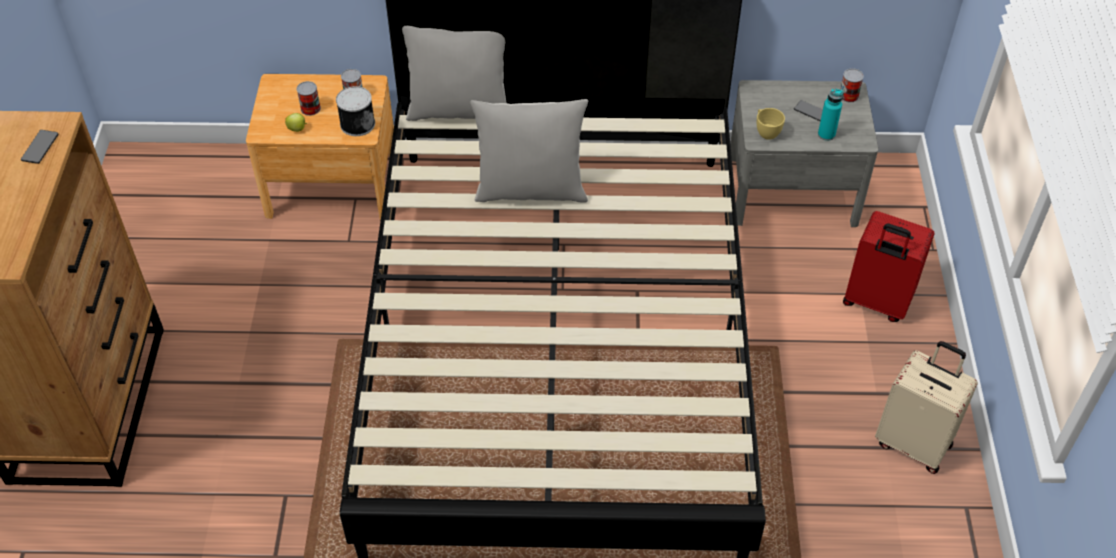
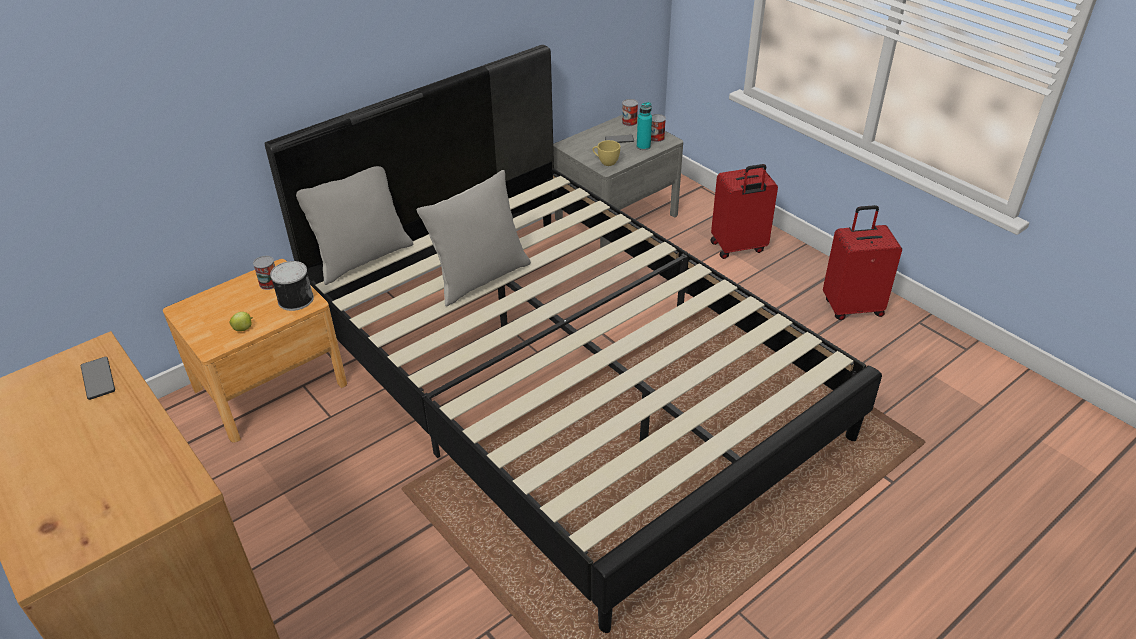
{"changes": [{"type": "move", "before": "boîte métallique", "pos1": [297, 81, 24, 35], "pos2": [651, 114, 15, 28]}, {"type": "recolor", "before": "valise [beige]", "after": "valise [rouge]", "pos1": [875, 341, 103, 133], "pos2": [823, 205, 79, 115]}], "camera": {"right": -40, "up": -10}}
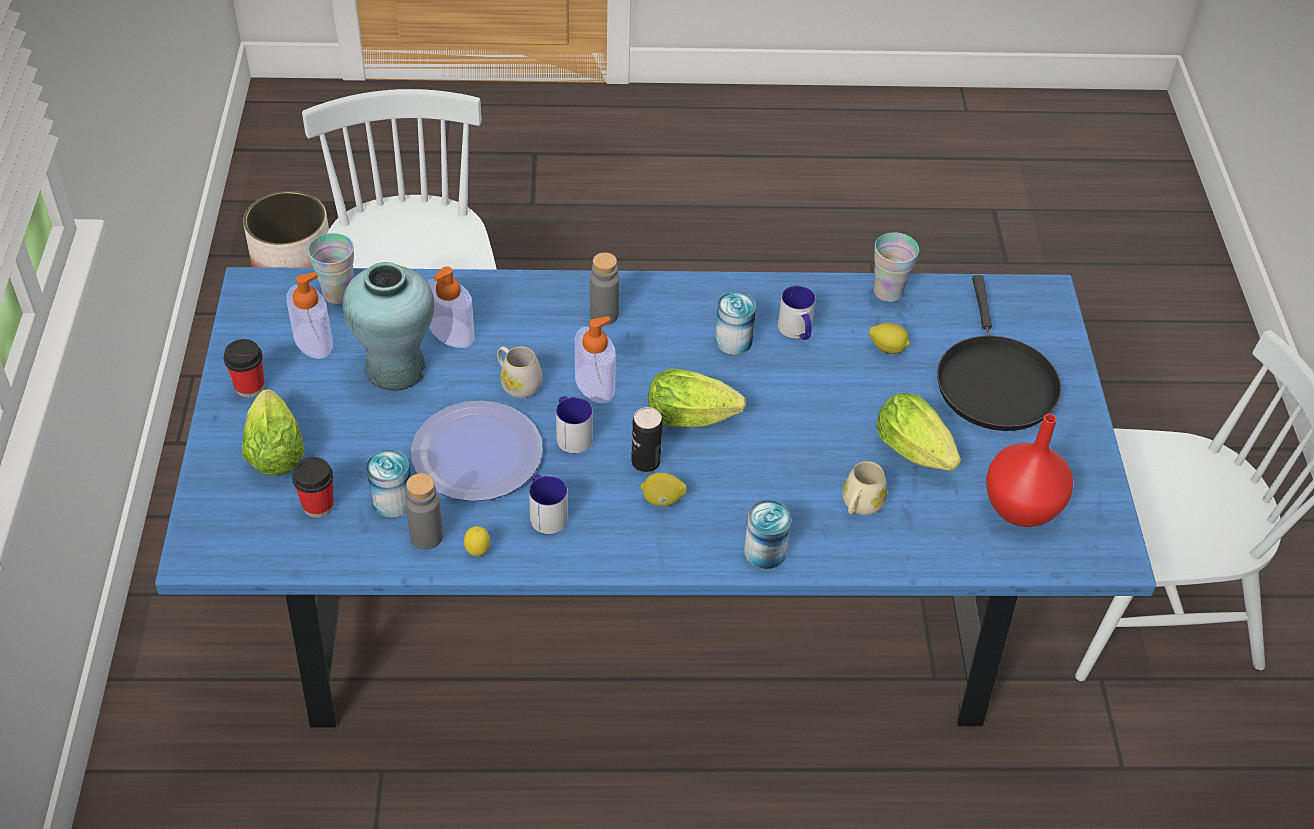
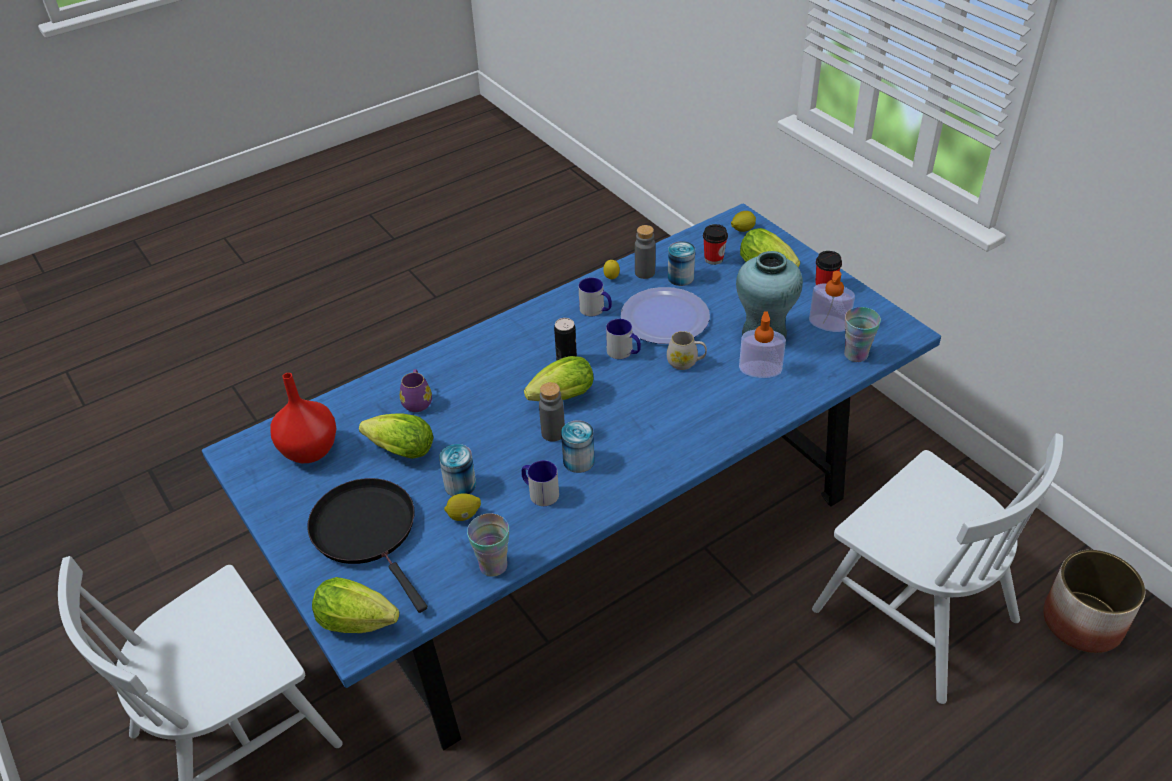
{"changes": [{"type": "move", "before": "bouteille [gris]", "pos1": [590, 252, 29, 73], "pos2": [539, 382, 26, 60]}, {"type": "delete", "before": "distributeur de savon", "pos1": [575, 317, 41, 86]}, {"type": "recolor", "before": "mug [beige]", "after": "mug [violet]", "pos1": [842, 461, 45, 54], "pos2": [400, 369, 32, 43]}, {"type": "move", "before": "citron", "pos1": [640, 473, 47, 33], "pos2": [731, 211, 25, 21]}, {"type": "move", "before": "boîte métallique", "pos1": [744, 500, 47, 69], "pos2": [439, 444, 37, 52]}, {"type": "insert", "after": "laitue", "pos2": [312, 577, 87, 56]}], "camera": {"right": 150, "up": -5}}
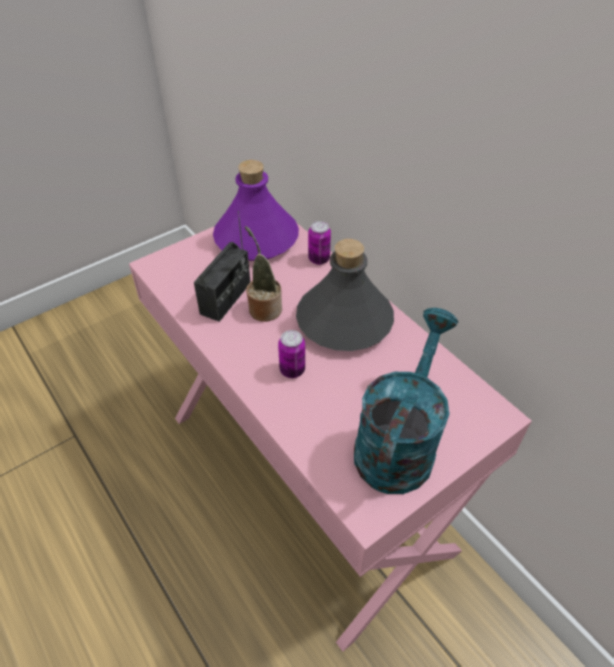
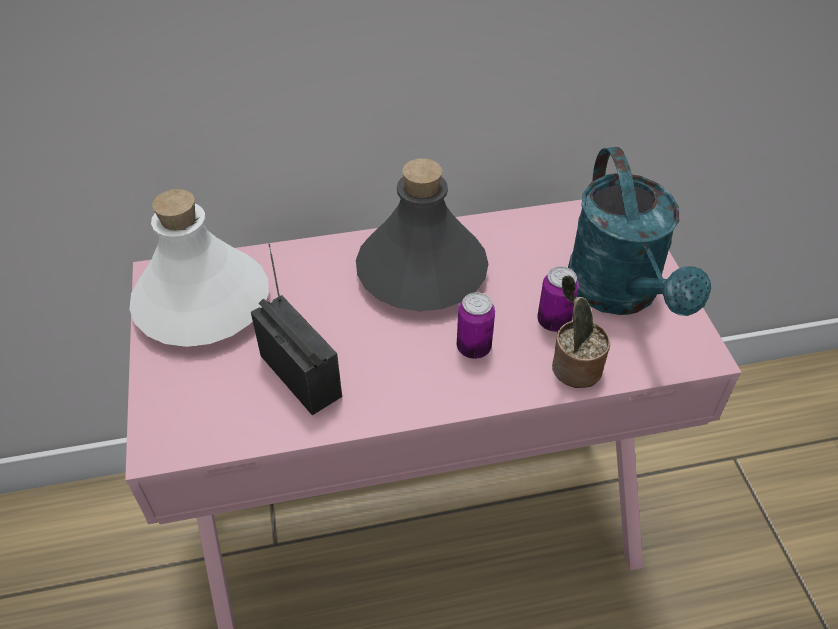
{"changes": [{"type": "recolor", "before": "bouteille [violet]", "after": "bouteille [blanc]", "pos1": [213, 160, 86, 101], "pos2": [129, 189, 140, 158]}, {"type": "move", "before": "boîte métallique", "pos1": [308, 221, 23, 44], "pos2": [537, 266, 42, 66]}, {"type": "move", "before": "plante en pot", "pos1": [245, 226, 37, 96], "pos2": [552, 275, 58, 113]}, {"type": "rotate", "before": "arrosoir [turquoise]", "pos1": [354, 308, 104, 186], "pos2": [568, 147, 143, 169], "turn": -150}], "camera": {"right": -65, "up": 0}}
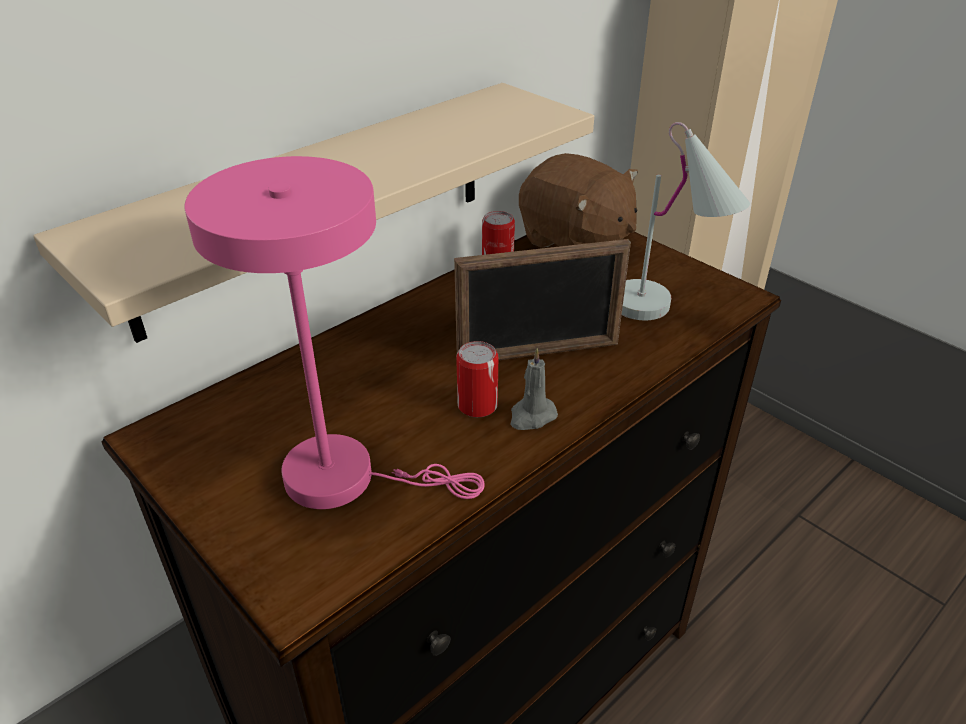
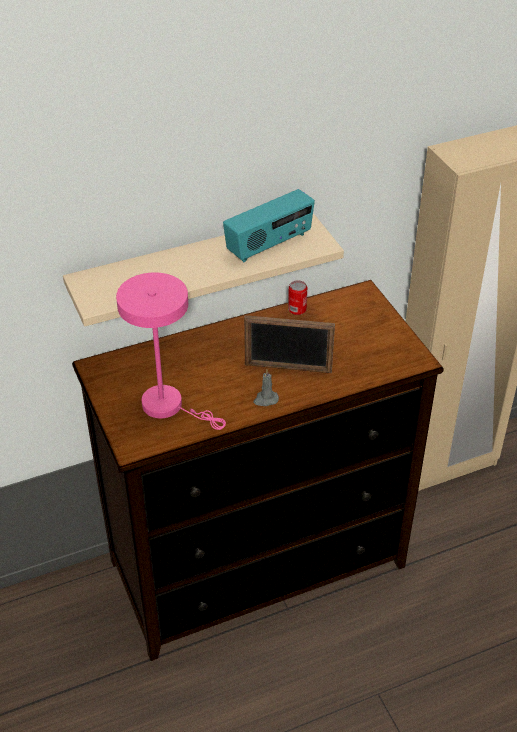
{"changes": [{"type": "delete", "before": "lampe de table [blanc]", "pos1": [622, 122, 128, 198]}, {"type": "delete", "before": "peluche [marron]", "pos1": [519, 153, 119, 94]}, {"type": "delete", "before": "boîte métallique", "pos1": [456, 341, 42, 77]}, {"type": "insert", "after": "radio", "pos2": [223, 189, 92, 73]}], "camera": {"right": 20, "up": 5}}
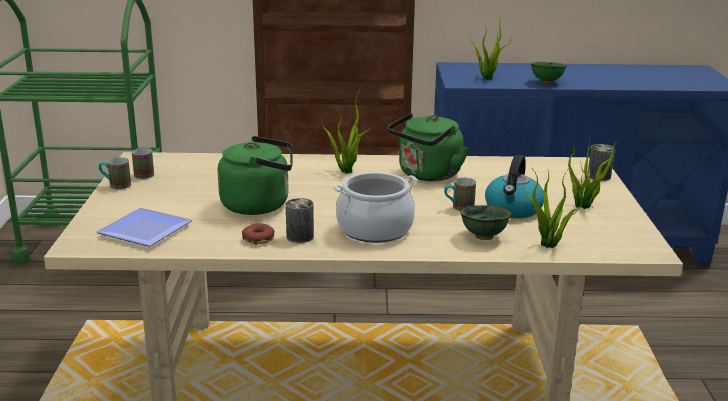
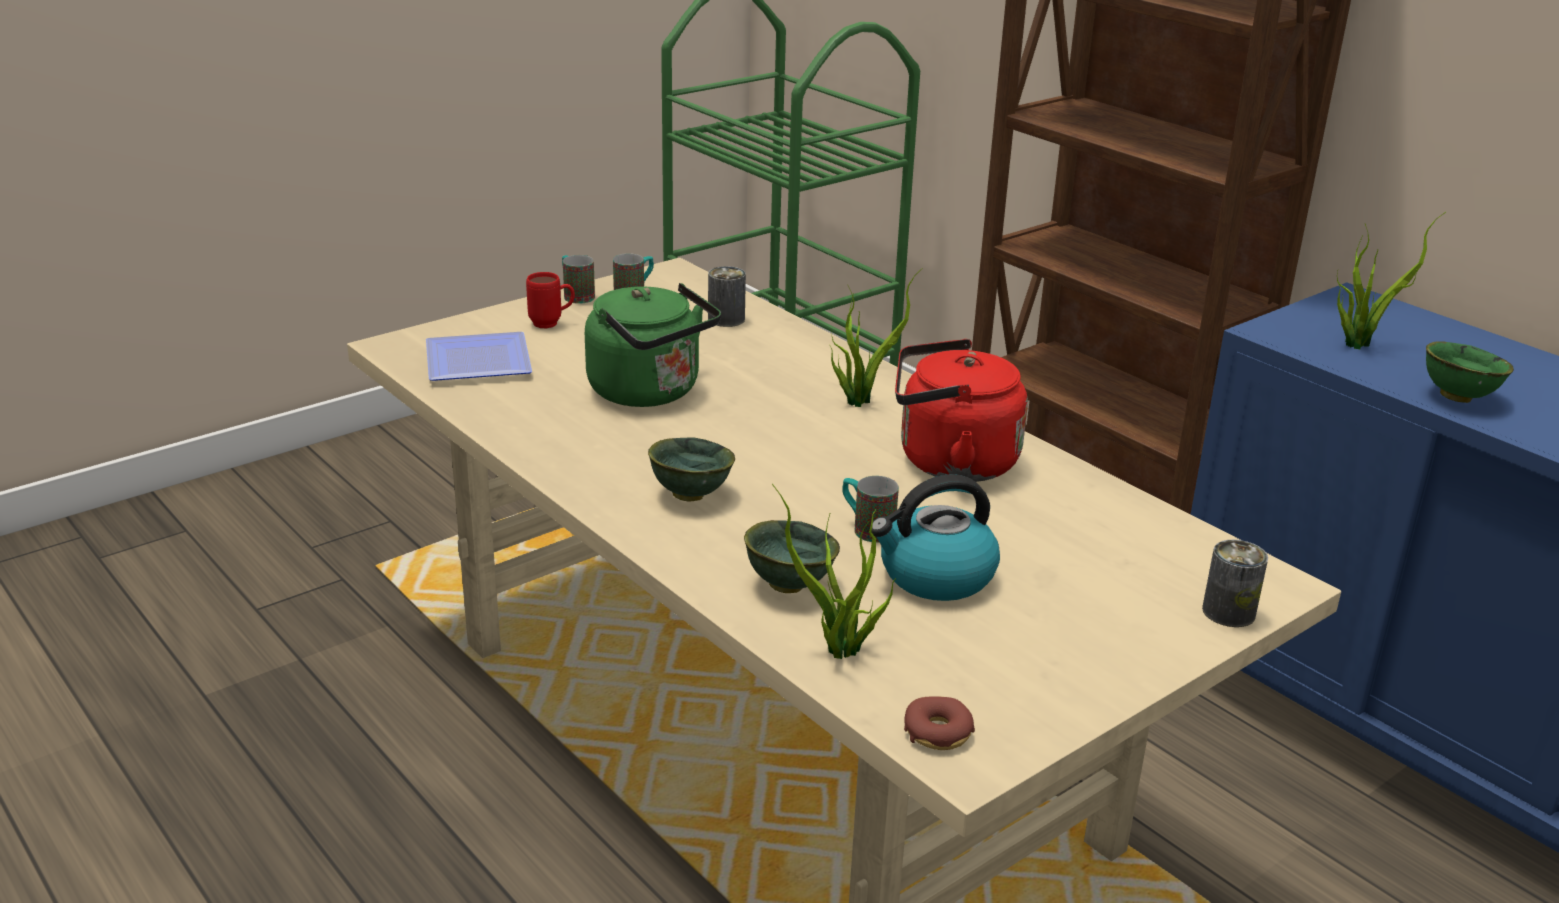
{"changes": [{"type": "recolor", "before": "bouilloire [vert]", "after": "bouilloire [rouge]", "pos1": [388, 113, 80, 68], "pos2": [895, 339, 133, 143]}, {"type": "delete", "before": "plante en pot", "pos1": [568, 138, 52, 71]}, {"type": "replace", "before": "marmite", "after": "bol [vert]", "pos1": [333, 172, 85, 71], "pos2": [648, 437, 87, 65]}, {"type": "move", "before": "boîte métallique", "pos1": [286, 198, 28, 45], "pos2": [708, 266, 38, 61]}, {"type": "move", "before": "beignet", "pos1": [242, 223, 33, 22], "pos2": [904, 696, 71, 54]}, {"type": "insert", "after": "mug [rouge]", "pos2": [526, 272, 49, 56]}], "camera": {"right": 50, "up": 5}}
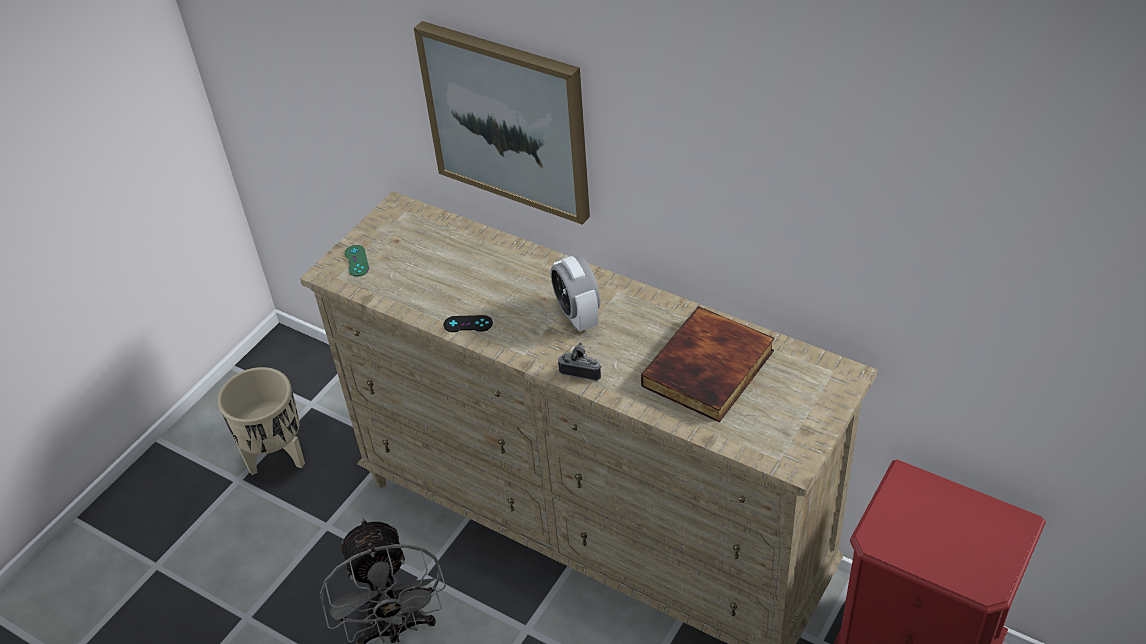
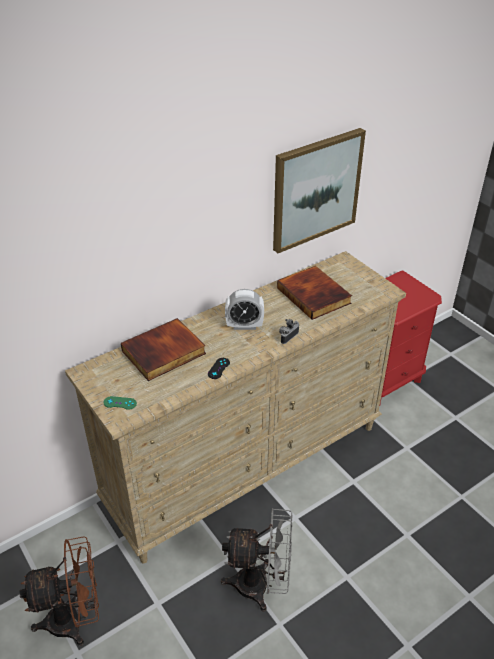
{"changes": [{"type": "move", "before": "tableau", "pos1": [414, 21, 176, 204], "pos2": [273, 128, 93, 125]}, {"type": "replace", "before": "cache-pot [beige]", "after": "ventilateur [marron]", "pos1": [218, 367, 87, 108], "pos2": [20, 536, 79, 110]}, {"type": "insert", "after": "livre", "pos2": [121, 318, 85, 63]}], "camera": {"right": -70, "up": -5}}
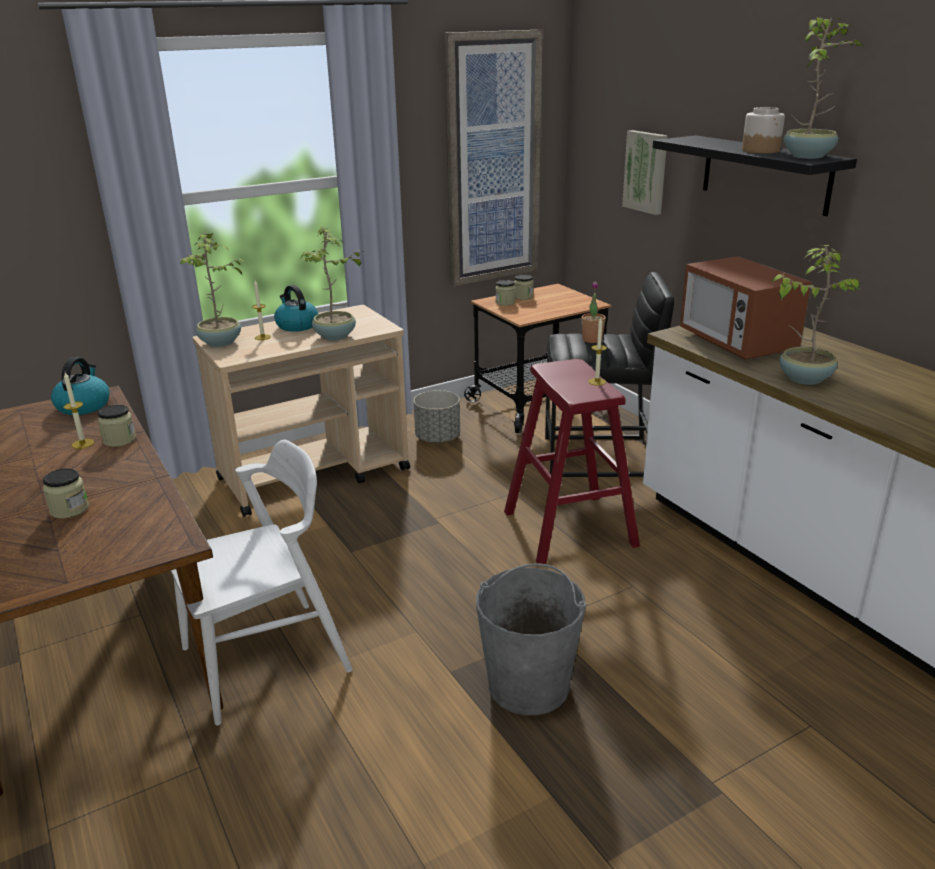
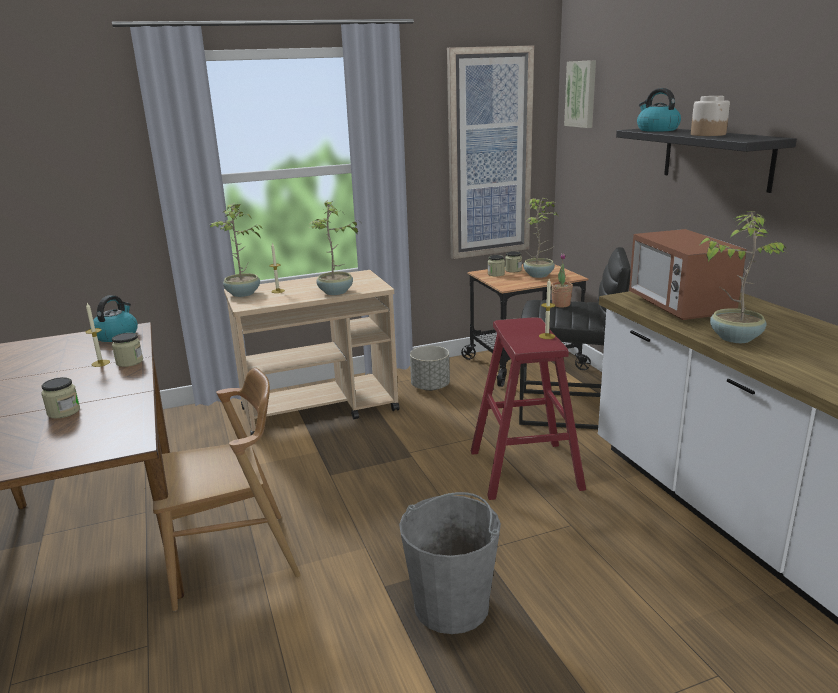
{"changes": [{"type": "move", "before": "plante en pot", "pos1": [784, 17, 80, 142], "pos2": [523, 198, 35, 80]}, {"type": "move", "before": "tableau", "pos1": [622, 130, 46, 85], "pos2": [564, 60, 32, 68]}, {"type": "move", "before": "bouilloire", "pos1": [274, 285, 44, 47], "pos2": [637, 88, 44, 44]}, {"type": "recolor", "before": "chaise [blanc]", "after": "chaise [marron]", "pos1": [171, 440, 181, 286], "pos2": [153, 368, 147, 243]}], "camera": {"right": 10, "up": -5}}
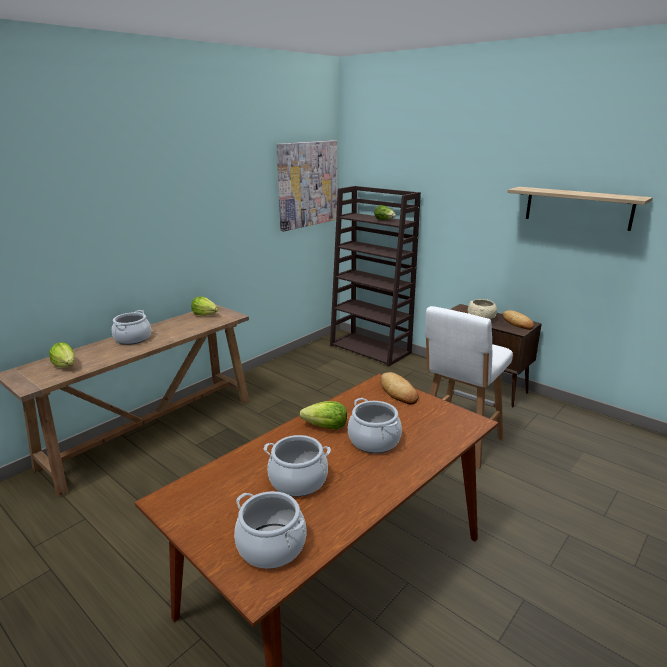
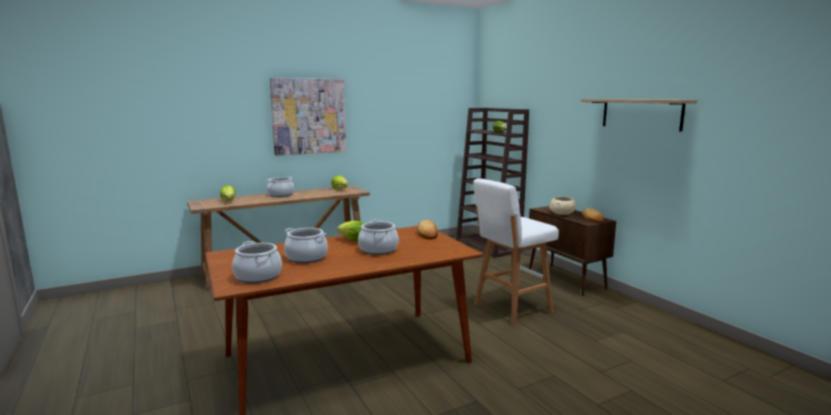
{"changes": [{"type": "move", "before": "tableau", "pos1": [276, 140, 61, 91], "pos2": [270, 78, 76, 78]}], "camera": {"right": 20, "up": -10}}
